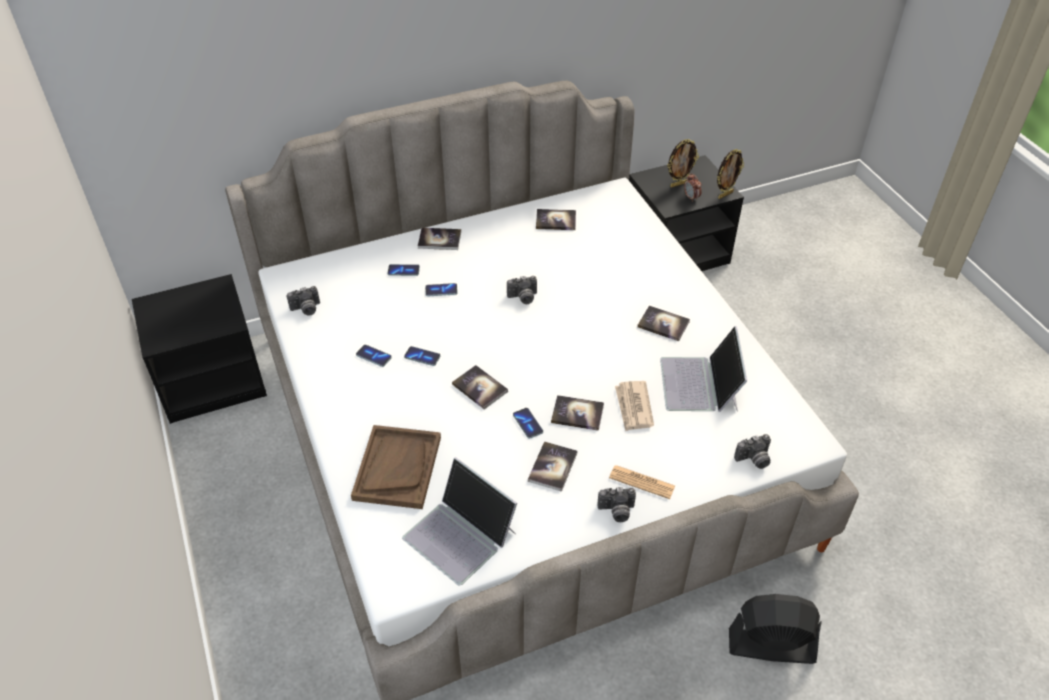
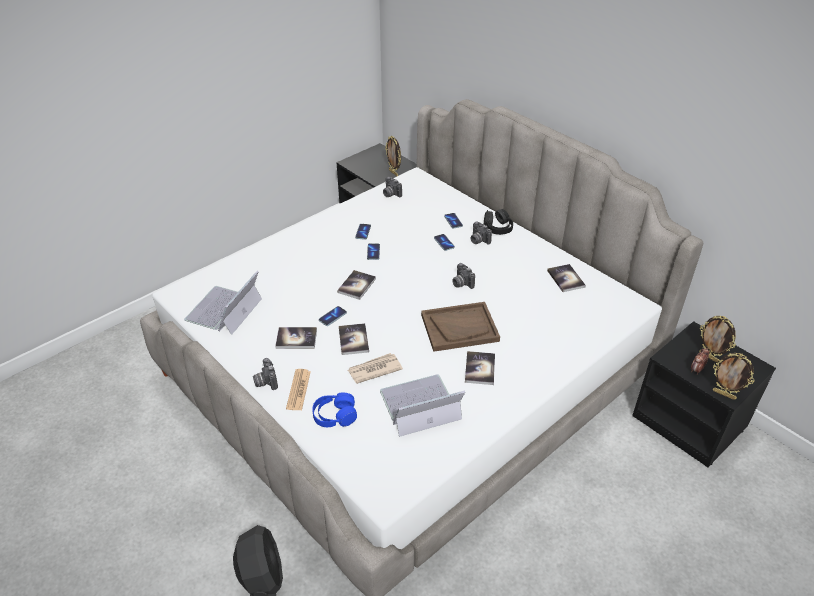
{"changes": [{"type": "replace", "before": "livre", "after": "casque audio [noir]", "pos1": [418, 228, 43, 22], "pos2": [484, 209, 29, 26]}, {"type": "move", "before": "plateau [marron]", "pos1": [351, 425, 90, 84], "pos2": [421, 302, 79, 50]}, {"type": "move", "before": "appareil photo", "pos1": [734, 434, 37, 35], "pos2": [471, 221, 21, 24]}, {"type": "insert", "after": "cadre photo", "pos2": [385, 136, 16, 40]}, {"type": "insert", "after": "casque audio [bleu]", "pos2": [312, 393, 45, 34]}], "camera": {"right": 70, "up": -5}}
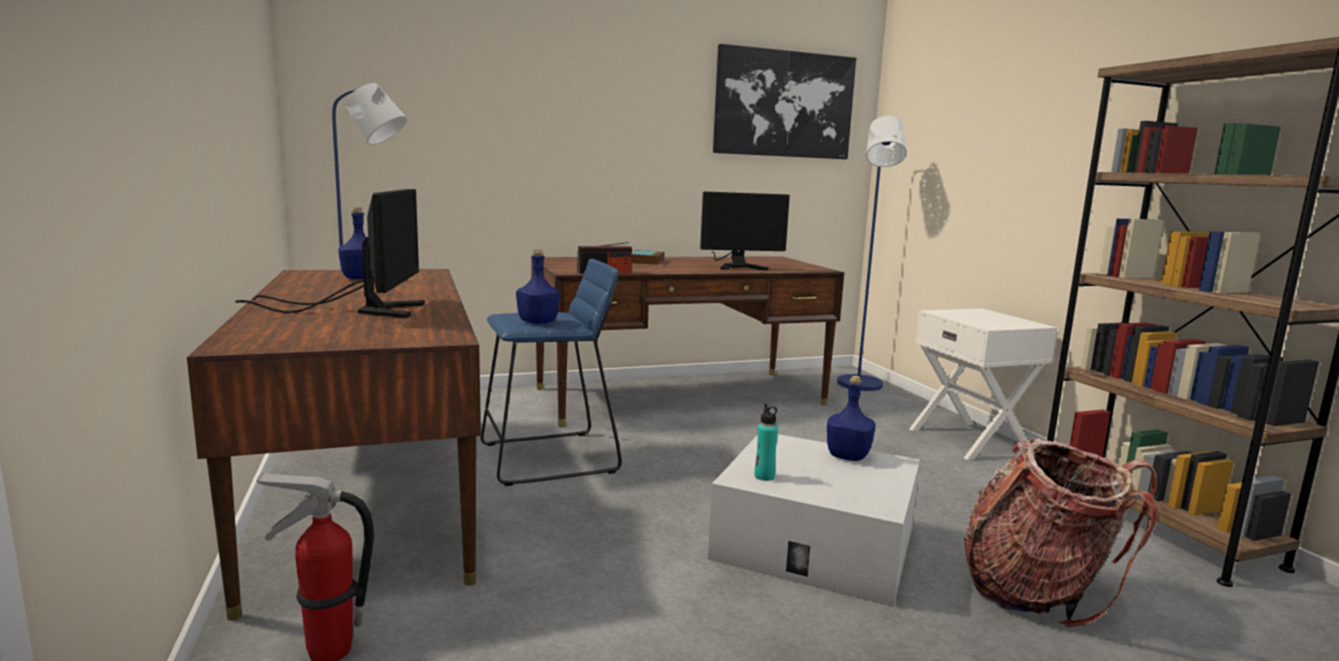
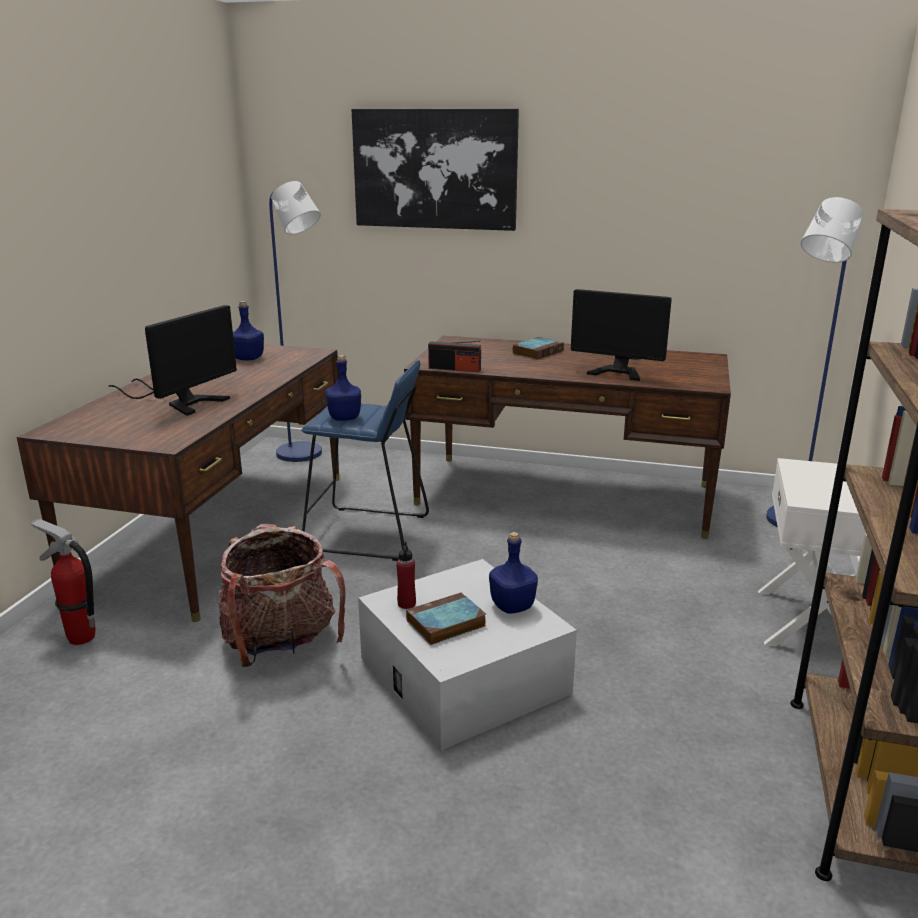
{"changes": [{"type": "move", "before": "tableau", "pos1": [713, 44, 143, 115], "pos2": [351, 108, 168, 123]}, {"type": "recolor", "before": "bouteille [turquoise]", "after": "bouteille [rouge]", "pos1": [755, 404, 23, 77], "pos2": [396, 542, 20, 67]}, {"type": "move", "before": "sac à dos", "pos1": [964, 438, 194, 189], "pos2": [219, 524, 127, 143]}, {"type": "insert", "after": "livre", "pos2": [406, 592, 80, 53]}], "camera": {"right": 35, "up": 10}}
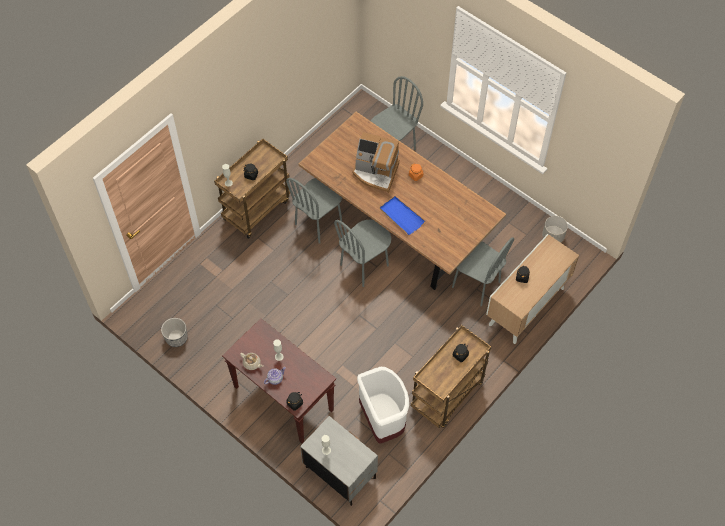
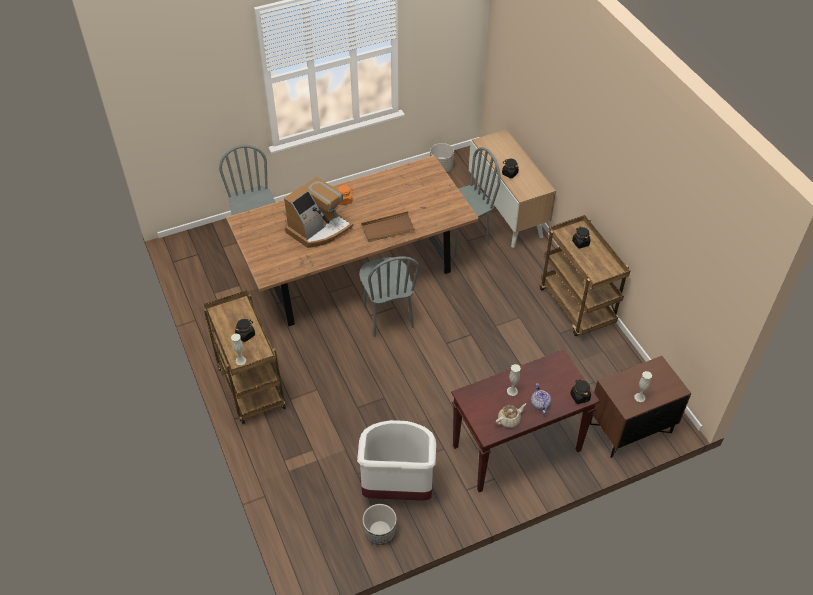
{"changes": [{"type": "delete", "before": "chaise [gris]", "pos1": [286, 178, 56, 66]}, {"type": "recolor", "before": "plateau [bleu]", "after": "plateau [marron]", "pos1": [380, 196, 45, 39], "pos2": [361, 211, 55, 31]}, {"type": "move", "before": "poubelle [blanc]", "pos1": [357, 367, 52, 77], "pos2": [357, 420, 79, 81]}, {"type": "recolor", "before": "table de chevet [gris]", "after": "table de chevet [marron]", "pos1": [300, 416, 78, 90], "pos2": [589, 356, 102, 102]}], "camera": {"right": -65, "up": -10}}
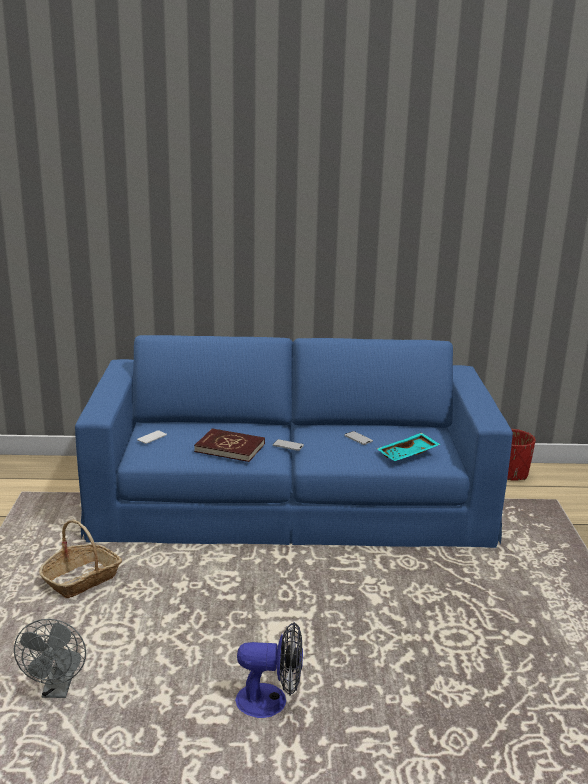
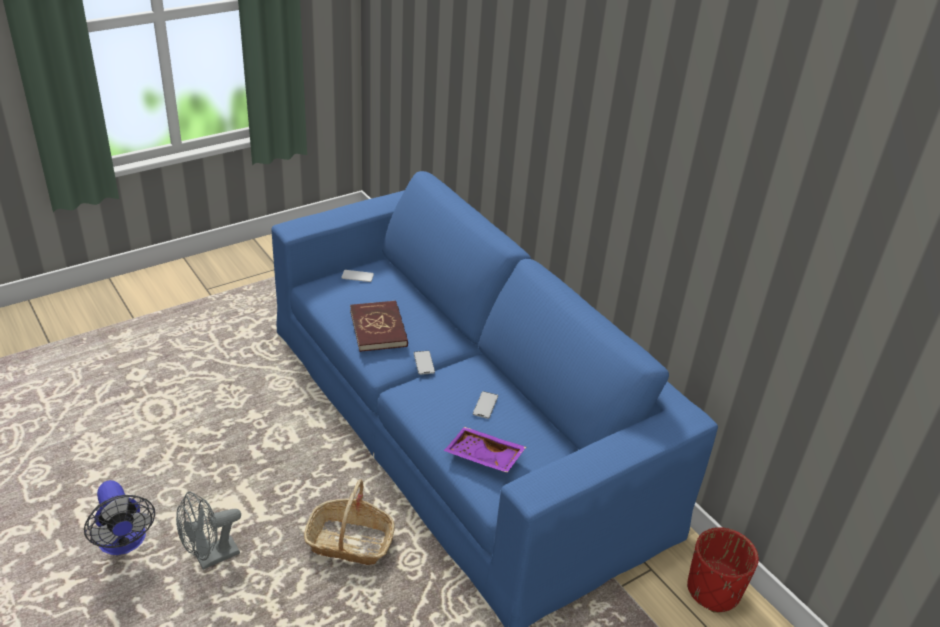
{"changes": [{"type": "recolor", "before": "plateau [turquoise]", "after": "plateau [violet]", "pos1": [377, 433, 64, 28], "pos2": [443, 427, 83, 46]}, {"type": "move", "before": "panier", "pos1": [39, 519, 83, 79], "pos2": [304, 479, 91, 86]}, {"type": "move", "before": "ventilateur [gris]", "pos1": [14, 619, 72, 79], "pos2": [176, 491, 65, 79]}], "camera": {"right": 55, "up": 15}}
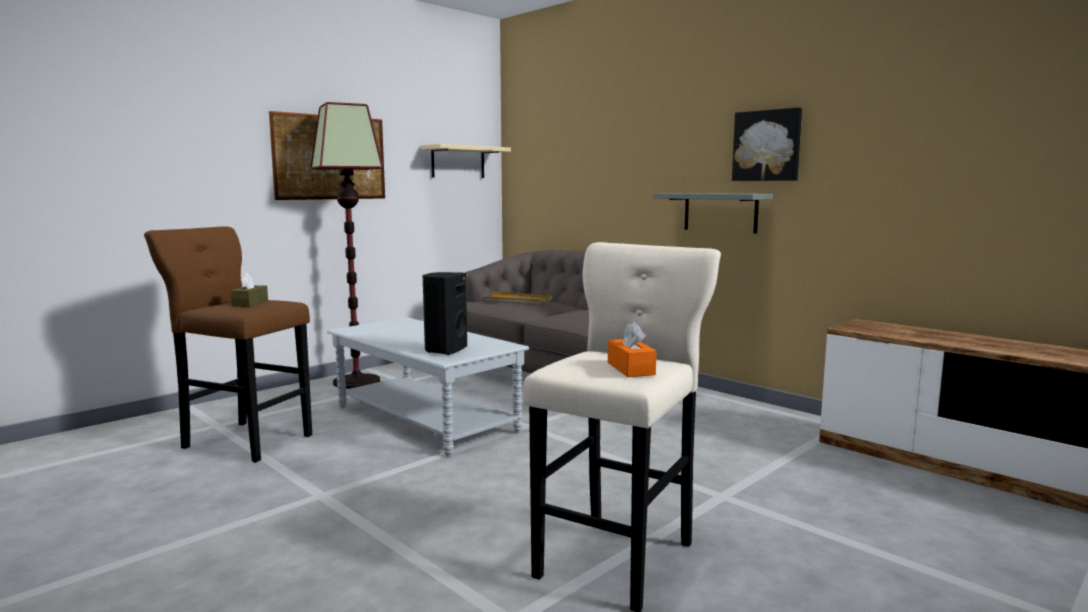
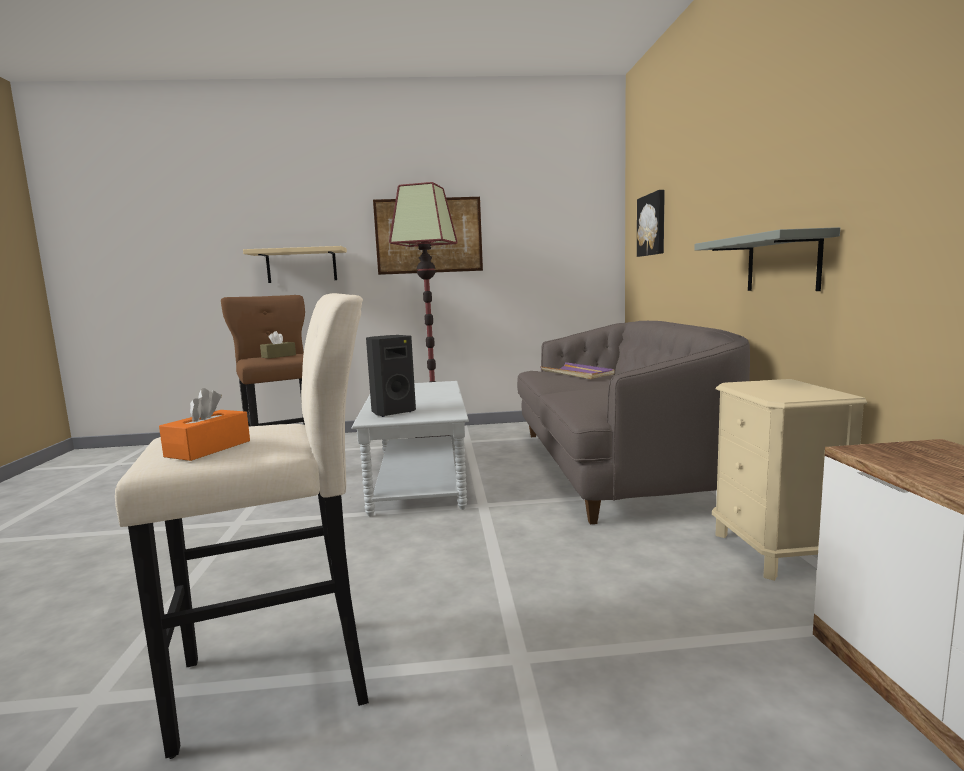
{"changes": [{"type": "move", "before": "tableau", "pos1": [732, 107, 70, 74], "pos2": [637, 190, 28, 67]}, {"type": "move", "before": "étagère [beige]", "pos1": [421, 144, 90, 34], "pos2": [243, 246, 104, 37]}, {"type": "recolor", "before": "plateau [beige]", "after": "plateau [violet]", "pos1": [483, 291, 69, 14], "pos2": [540, 362, 75, 17]}, {"type": "insert", "after": "table de chevet [beige]", "pos2": [712, 379, 155, 202]}], "camera": {"right": 40, "up": 0}}
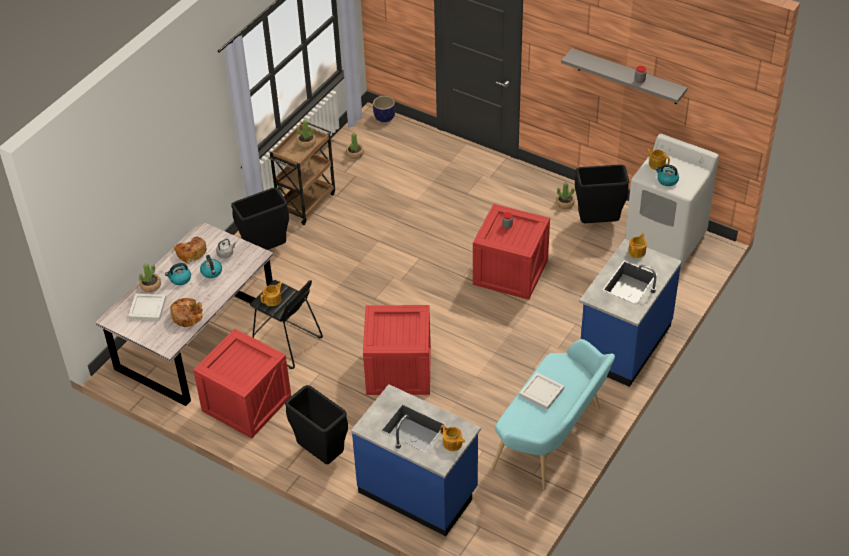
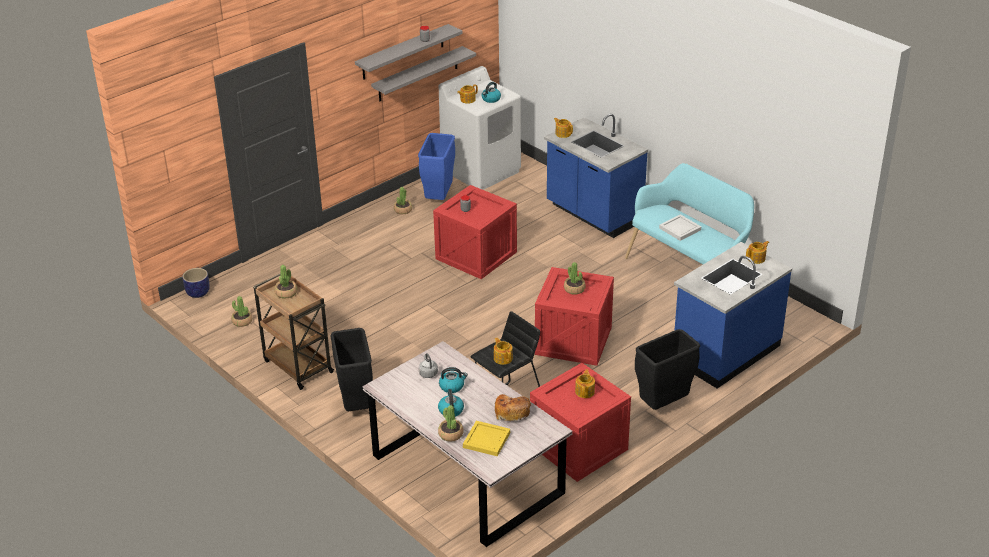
{"changes": [{"type": "recolor", "before": "poubelle [noir]", "after": "poubelle [bleu]", "pos1": [575, 164, 54, 59], "pos2": [418, 133, 37, 67]}, {"type": "delete", "before": "pain", "pos1": [173, 236, 34, 28]}, {"type": "recolor", "before": "plateau [blanc]", "after": "plateau [jaune]", "pos1": [128, 293, 38, 28], "pos2": [463, 421, 47, 36]}, {"type": "insert", "after": "étagère [gris]", "pos2": [371, 46, 105, 55]}, {"type": "insert", "after": "plante en pot", "pos2": [564, 262, 22, 33]}, {"type": "insert", "after": "théière", "pos2": [575, 369, 20, 29]}], "camera": {"right": -75, "up": -10}}
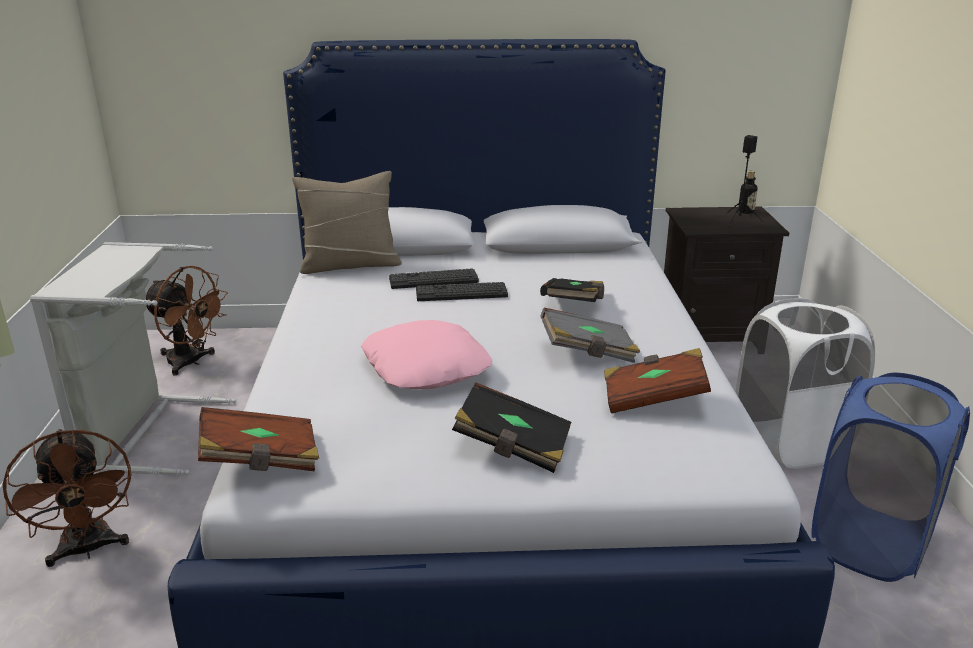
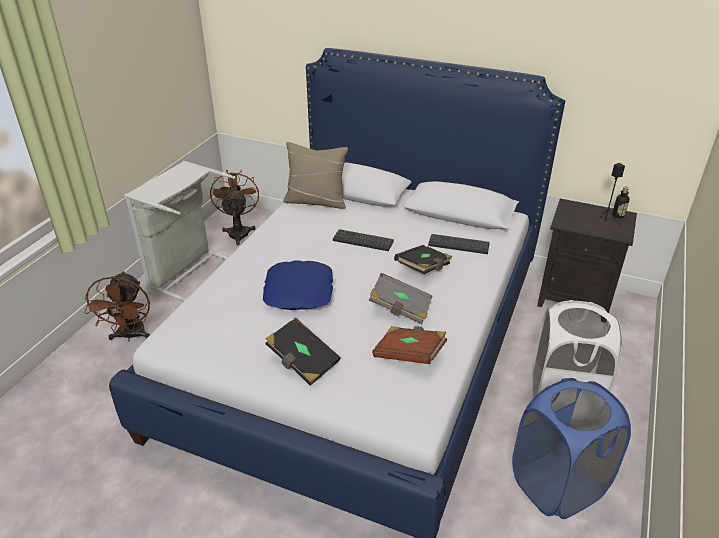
{"changes": [{"type": "rotate", "before": "ventilateur [marron]", "pos1": [146, 266, 82, 109], "pos2": [210, 169, 49, 76], "turn": -150}, {"type": "move", "before": "clavier", "pos1": [389, 268, 90, 21], "pos2": [428, 234, 62, 20]}, {"type": "recolor", "before": "coussin [rose]", "after": "coussin [bleu]", "pos1": [361, 320, 131, 69], "pos2": [263, 261, 70, 49]}, {"type": "delete", "before": "livre [marron]", "pos1": [198, 407, 121, 64]}], "camera": {"right": 25, "up": 10}}
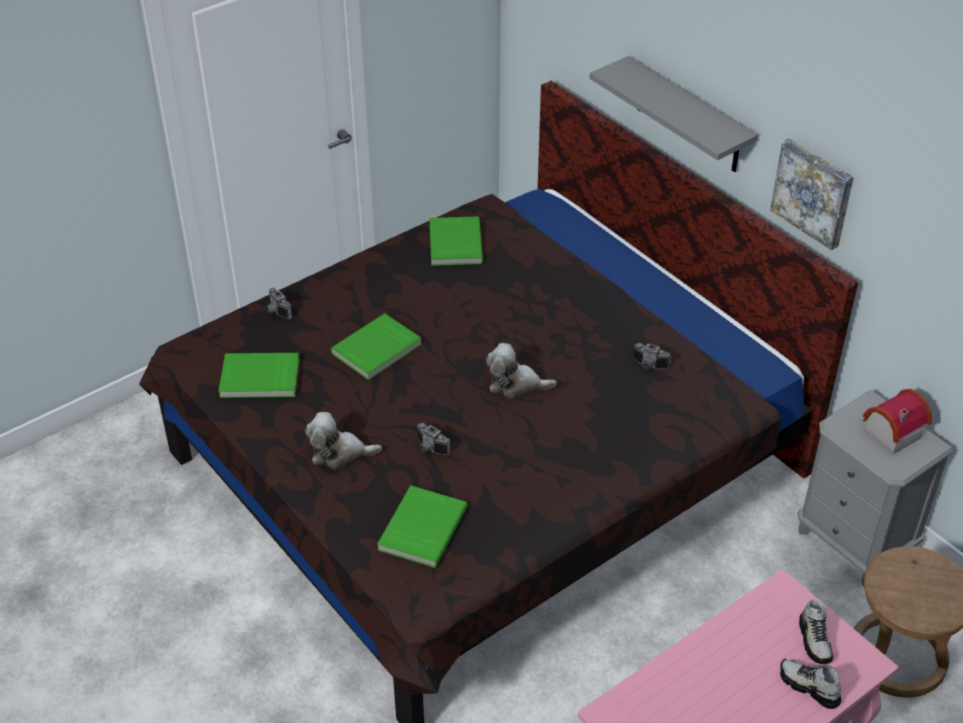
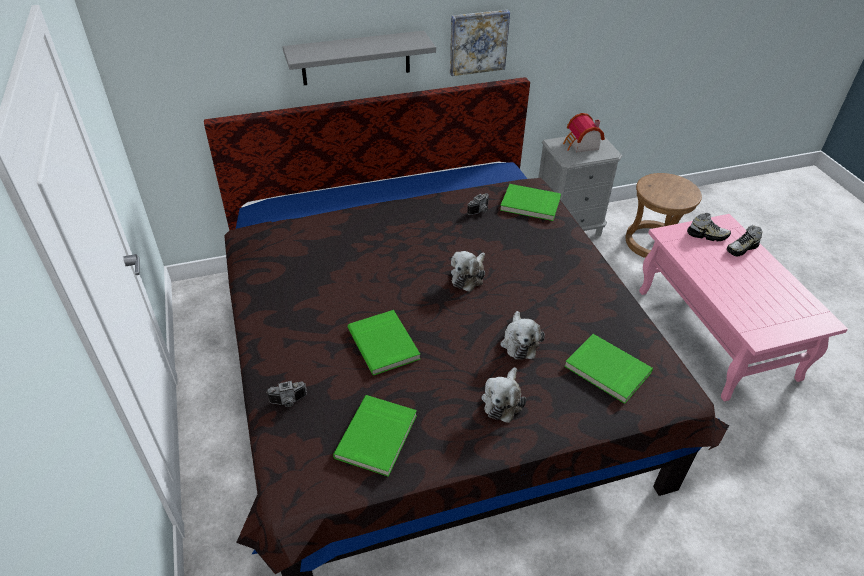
{"changes": [{"type": "move", "before": "livre [vert]", "pos1": [430, 216, 53, 50], "pos2": [500, 184, 61, 37]}, {"type": "replace", "before": "appareil photo", "after": "peluche", "pos1": [417, 423, 34, 32], "pos2": [500, 311, 45, 48]}], "camera": {"right": -70, "up": 0}}
